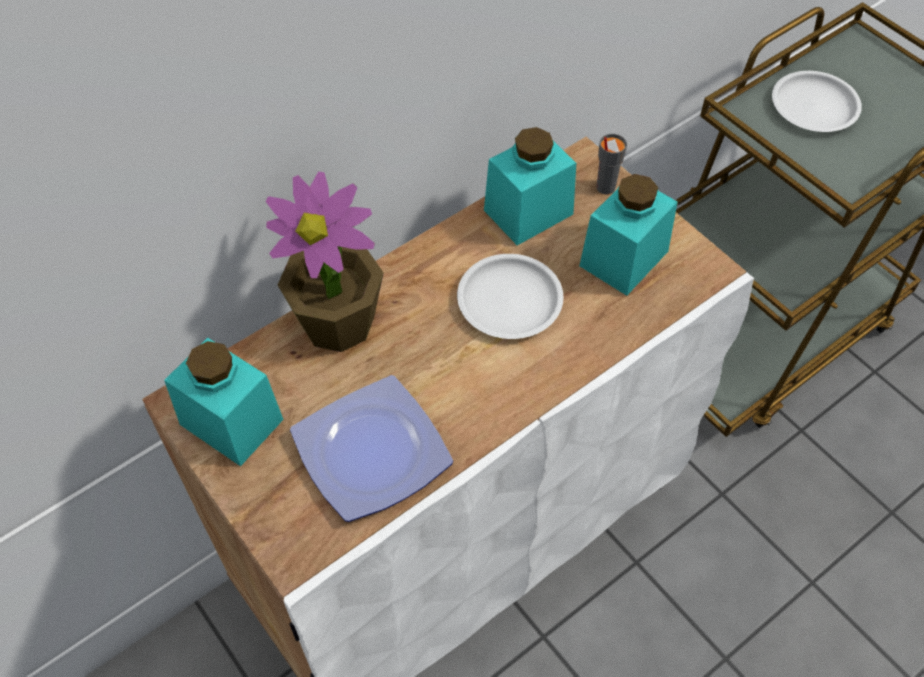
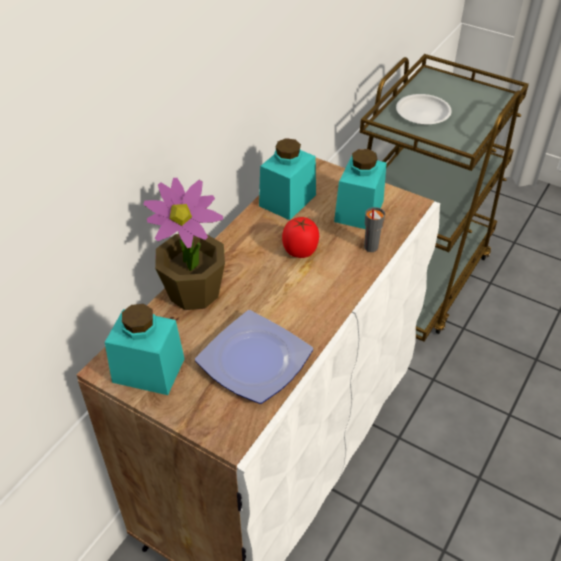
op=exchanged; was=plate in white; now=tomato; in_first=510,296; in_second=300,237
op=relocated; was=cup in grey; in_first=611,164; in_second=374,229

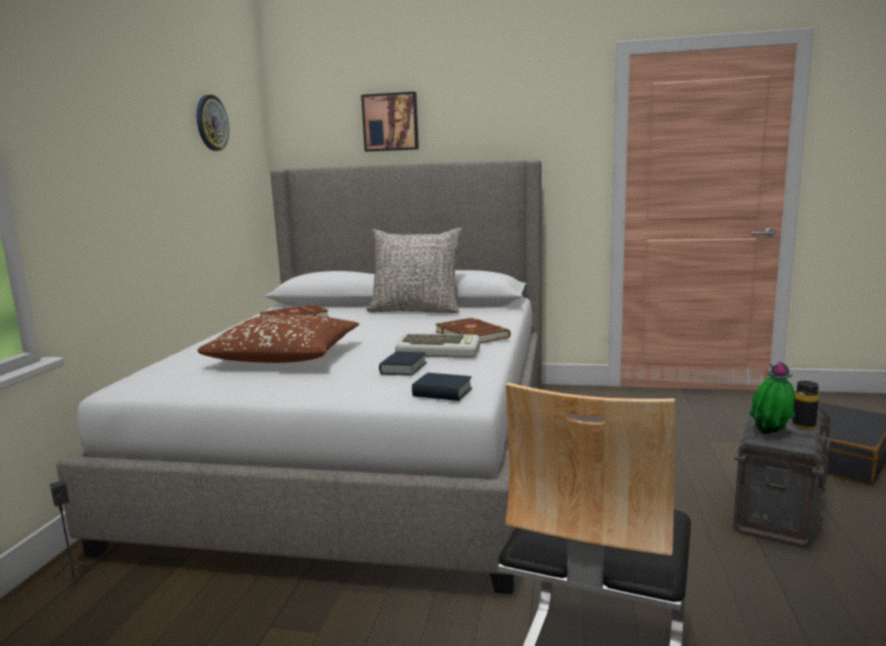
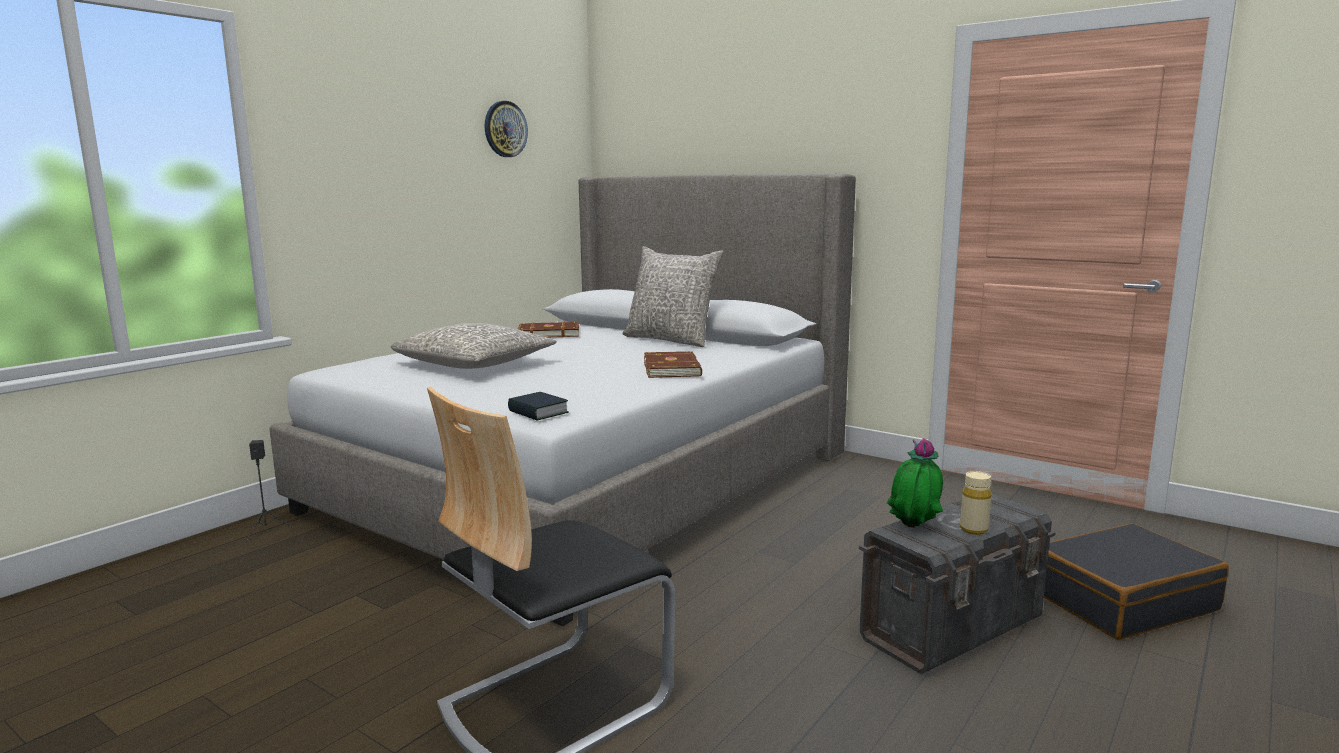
op=colour; was=pillow in brown; now=pillow in grey; in_first=278,338; in_second=474,346
op=colour; was=bottle in black; now=bottle in beige; in_first=805,405; in_second=975,503
op=missing; was=picture; in_first=390,122
op=missing; was=book; in_first=403,364
op=missing; was=keyboard; in_first=437,346

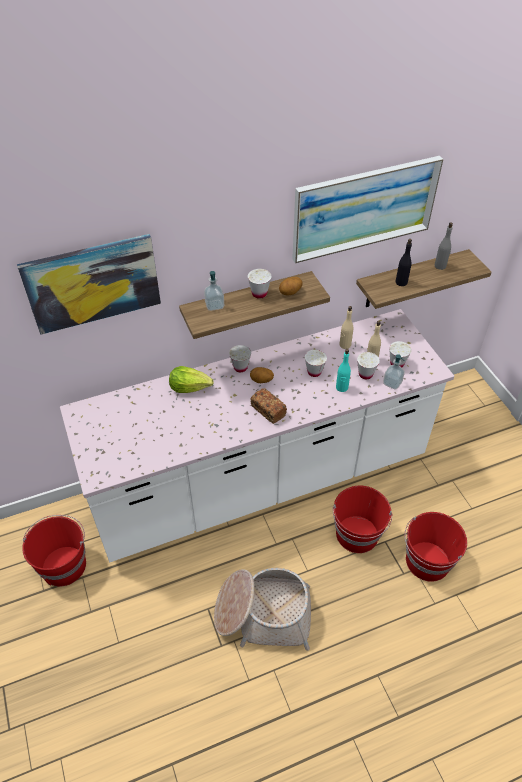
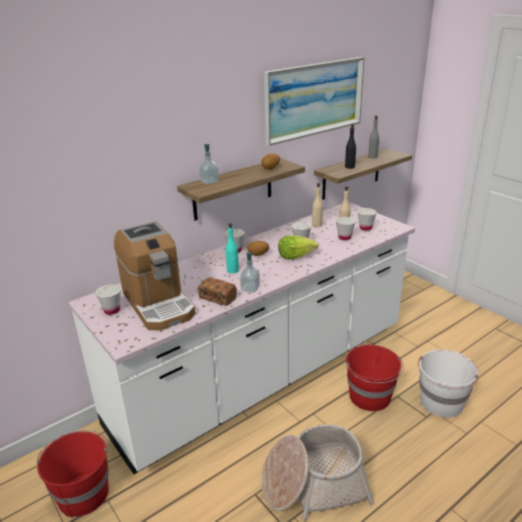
op=relocated; was=cup in white; in_first=259,284; in_second=108,299
op=appeared; now=coffee machine; in_second=154,276
op=relocated; was=bread; in_first=269,406; in_second=217,291
op=relocated; was=bottle in turquoise; in_first=343,370; in_second=232,248
op=relocated; was=soap dispenser; in_first=394,372; in_second=250,272
op=relocated; was=lettuce; in_first=191,379; in_second=298,247
op=colour; was=bucket in red; now=bucket in white; in_first=436,547; in_second=448,384
op=missing; was=picture; in_first=89,284

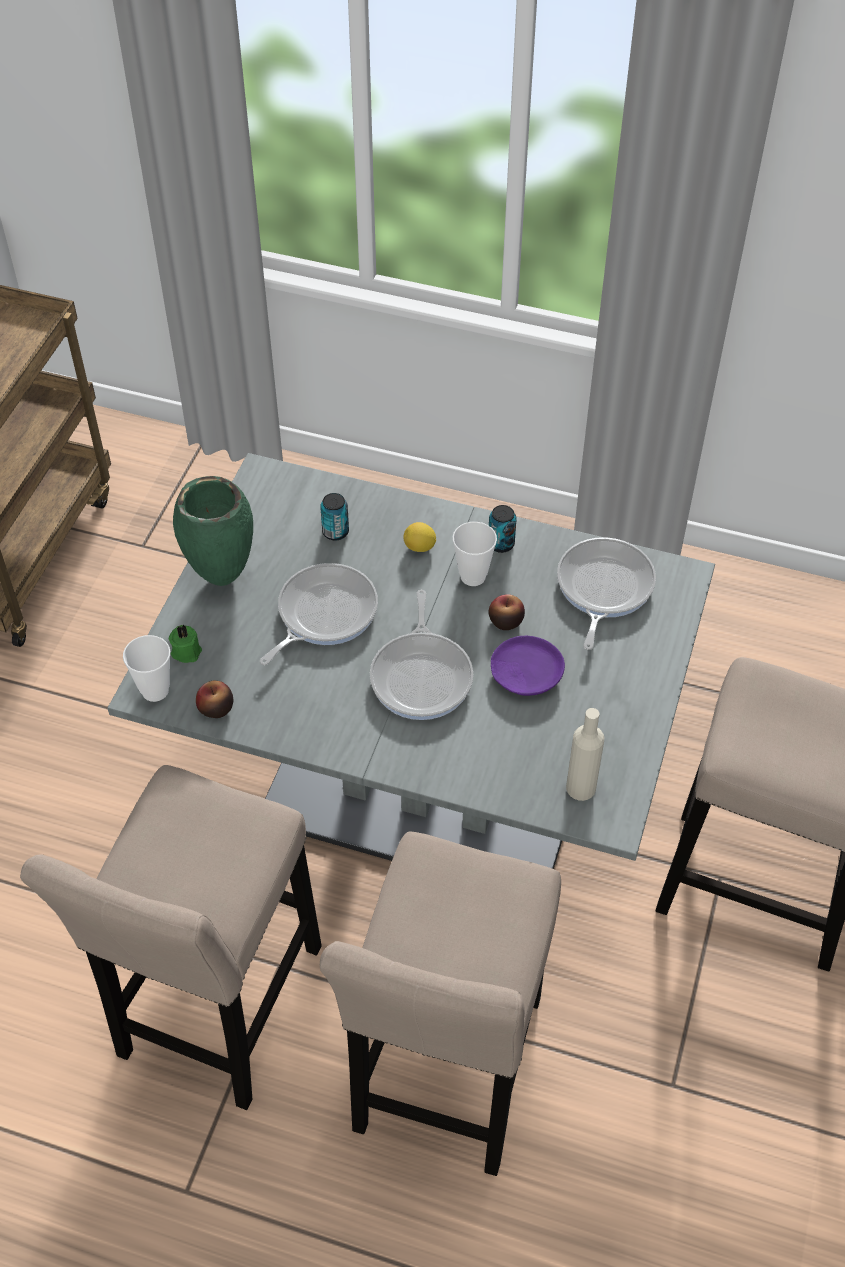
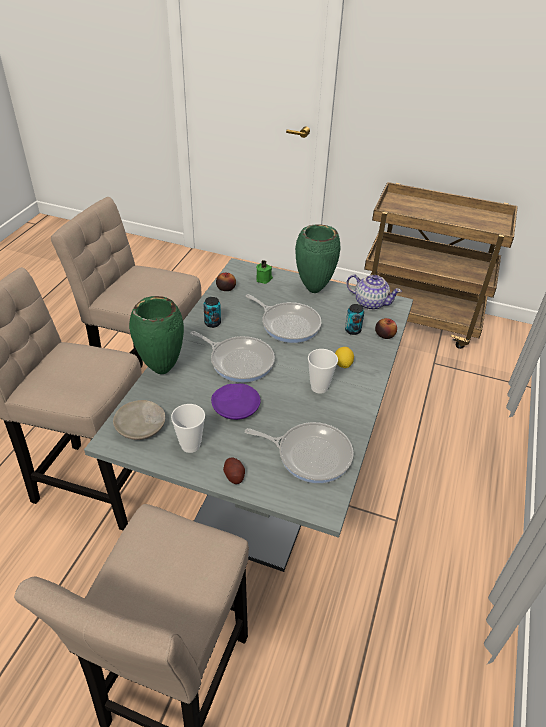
op=exchanged; was=bottle in beige; now=plate in beige; in_first=585,754; in_second=139,420
op=appeared; now=vase in green; in_second=156,335
op=relocated; was=cup; in_first=146,668; in_second=188,428
op=spun; was=frying pan; in_first=421,655; in_second=232,356; clockwise=-150
op=relocated; was=can; in_first=502,529; in_second=212,312
op=appeared; now=potato; in_second=234,471
op=appeared; now=teapot; in_second=374,292
op=relocated; was=apple; in_first=506,612; in_second=386,328

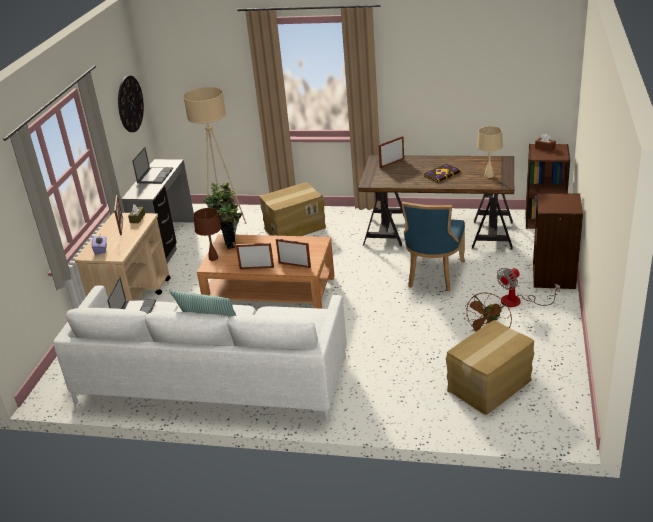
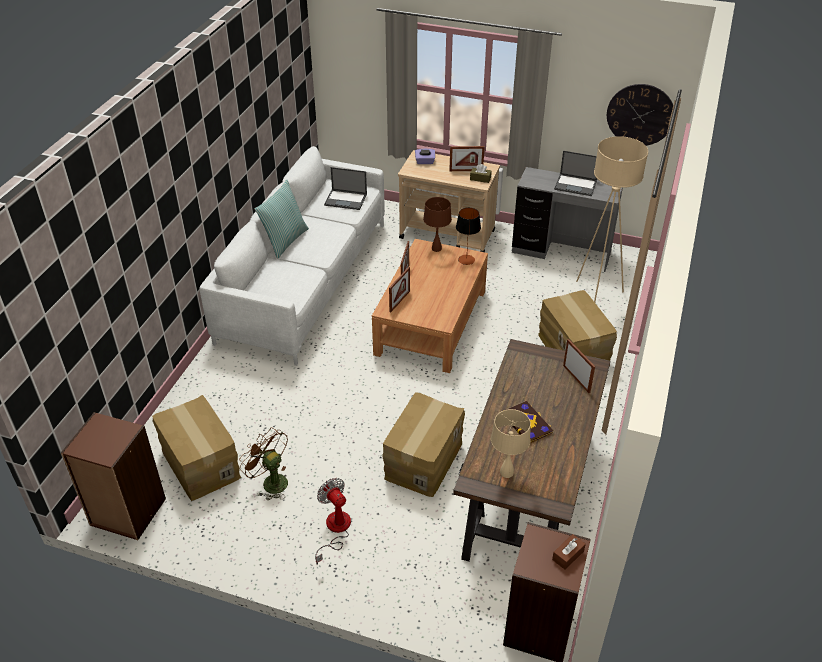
op=relocated; was=bookcase in brown; in_first=558,241; in_second=113,476
op=exchanged; was=chair in blue; now=cardboard box; in_first=433,246; in_second=423,444
op=exchanged; was=potted plant; now=table lamp; in_first=223,215; in_second=468,236

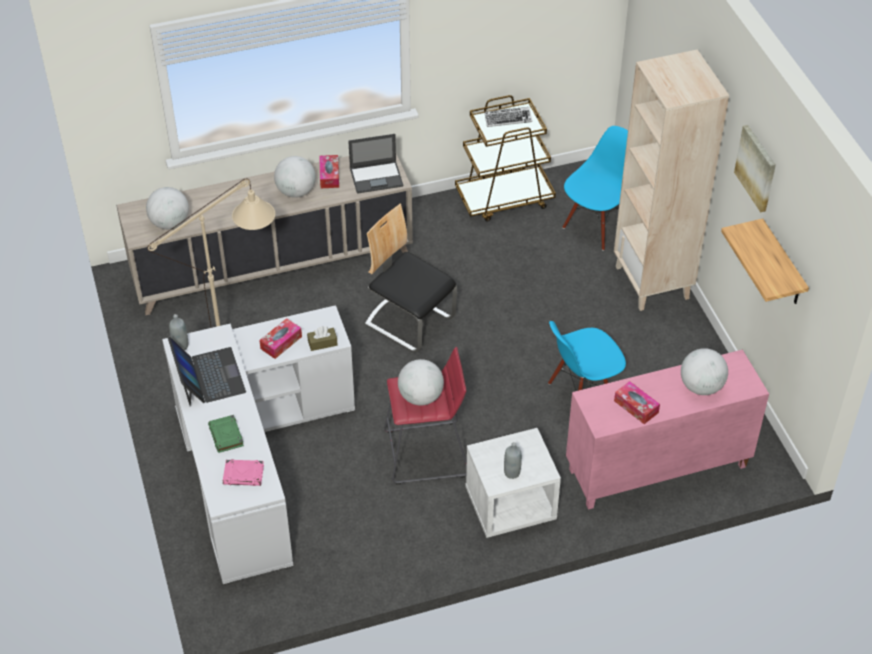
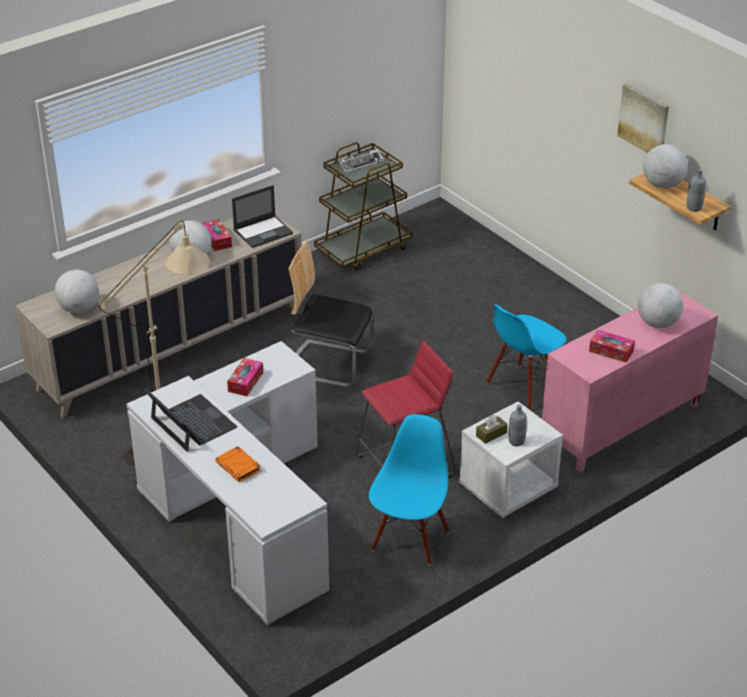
op=colour; was=book in green; now=book in orange; in_first=226,434; in_second=238,464
op=relocated; was=chair in blue; in_first=595,188; in_second=409,489
op=relocated; was=tissue box in brown; in_first=322,338; in_second=492,429
op=relocated; was=globe; in_first=421,382; in_second=665,166
op=relocated; was=bottle in grey; in_first=178,332; in_second=696,190
op=missing; was=book in pink; in_first=243,472
op=missing; was=bookcase in beige; in_first=671,180

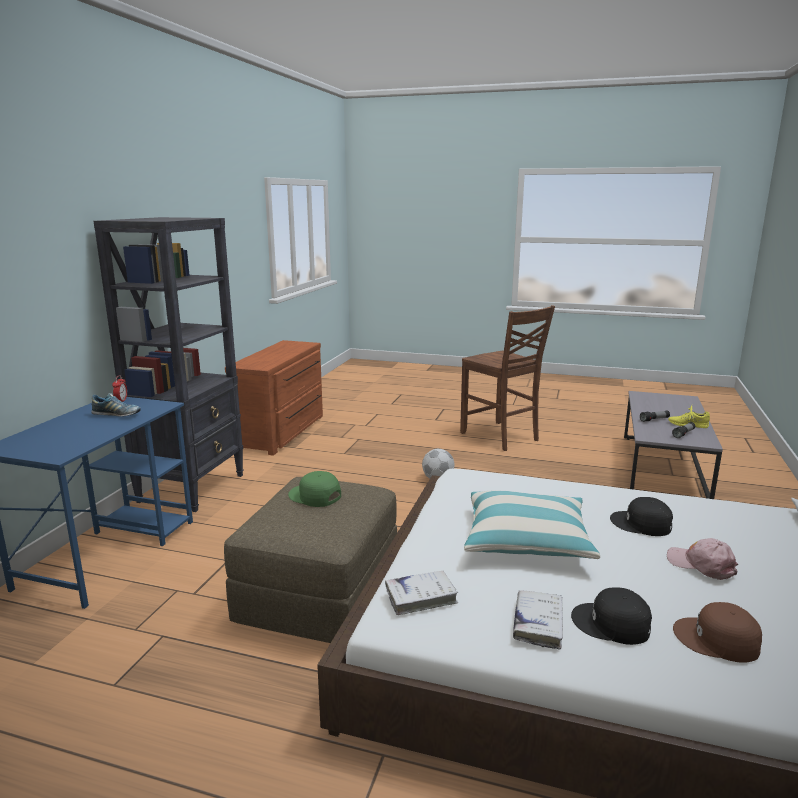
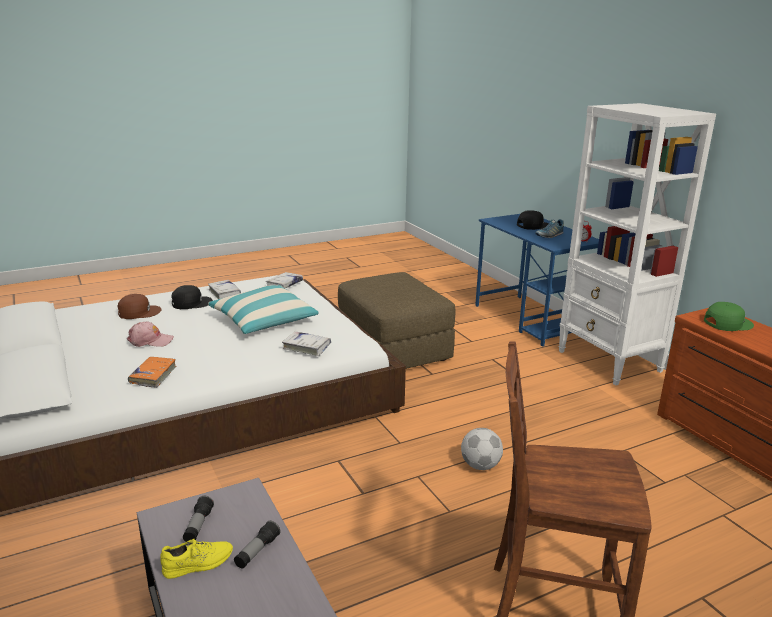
op=appeared; now=book in orange; in_second=152,372
op=appeared; now=book in white; in_second=306,343
op=relocated; was=cap in black; in_first=641,516; in_second=533,220
op=colour; was=bookcase in black; now=bookcase in white; in_first=169,364; in_second=637,244
op=relocated; was=cap in green; in_first=314,489; in_second=729,316

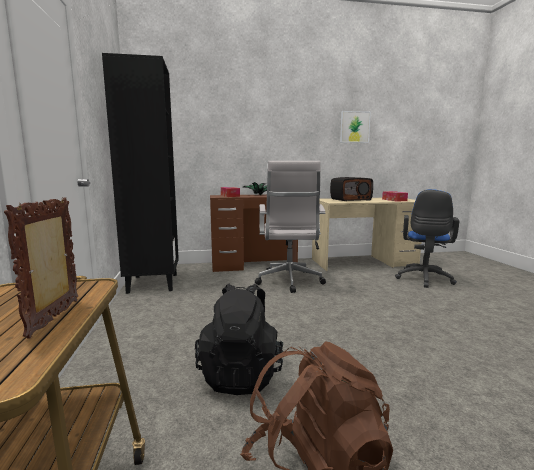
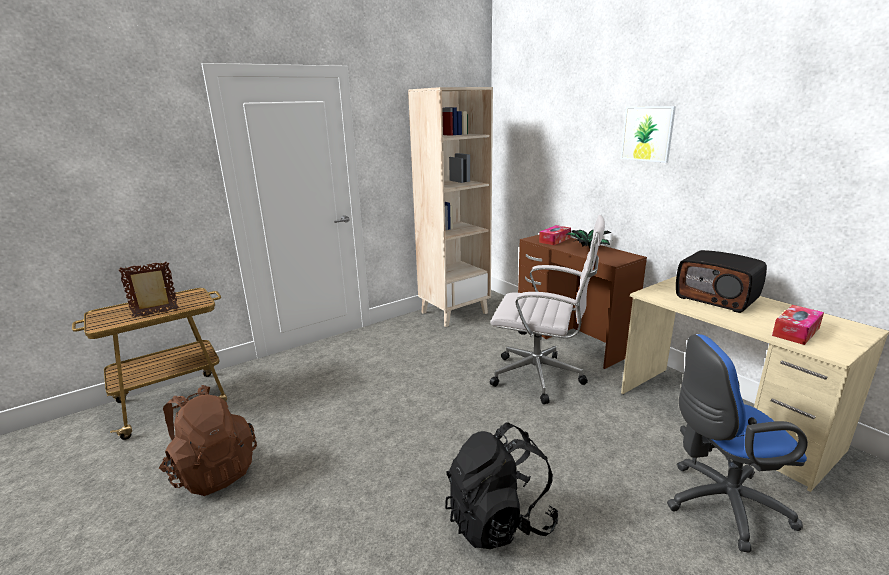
op=colour; was=bookcase in black; now=bookcase in beige; in_first=140,173; in_second=450,207
op=relocated; was=backpack in black; in_first=239,339; in_second=501,486
op=spun; was=office chair in white; in_first=290,227; in_second=547,309; clockwise=-135
op=relocated; was=picture; in_first=355,127; in_second=648,134

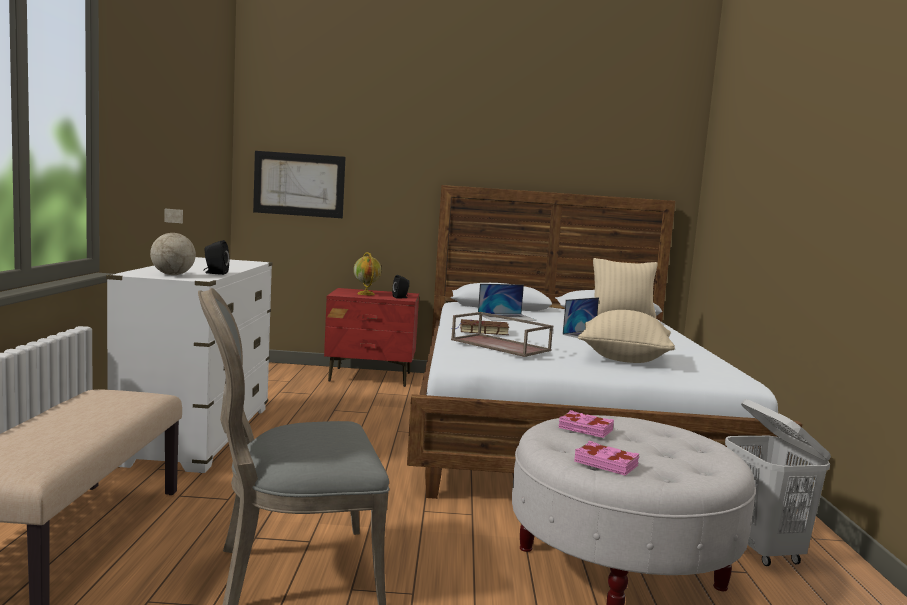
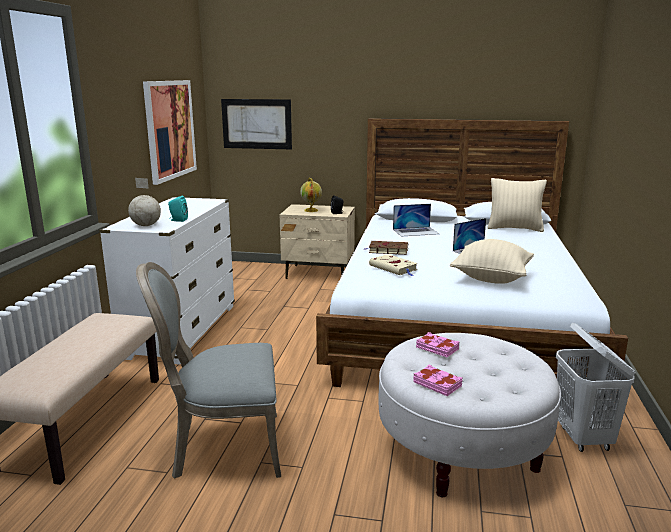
op=appeared; now=picture; in_second=170,132
op=colour; was=speaker in black; now=speaker in turquoise; in_first=216,257; in_second=178,209
op=colour; was=nightstand in red; now=nightstand in beige; in_first=371,337; in_second=317,241
op=exchanged; was=tray in brown; now=book in beige; in_first=502,334; in_second=393,265

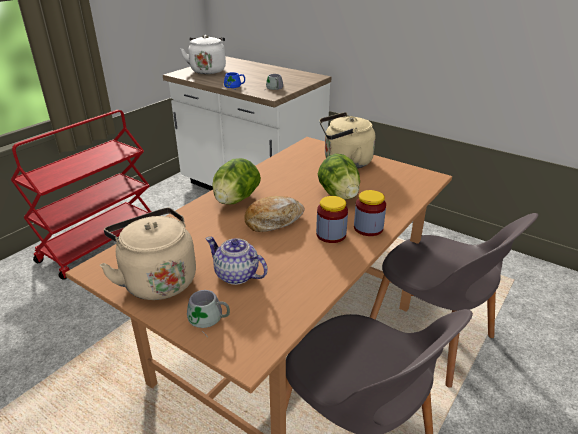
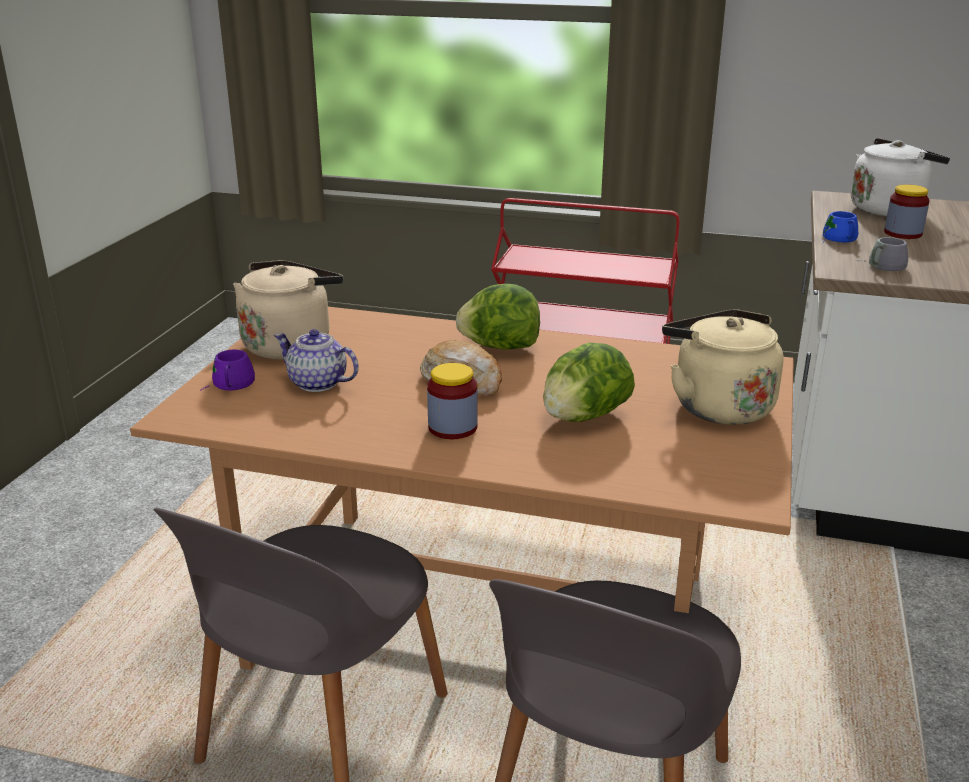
op=colour; was=mug in grey; now=mug in purple; in_first=208,313; in_second=227,370
op=spun; was=teapot; in_first=236,261; in_second=316,360; clockwise=-75
op=relocated; was=jar; in_first=370,213; in_second=907,211

